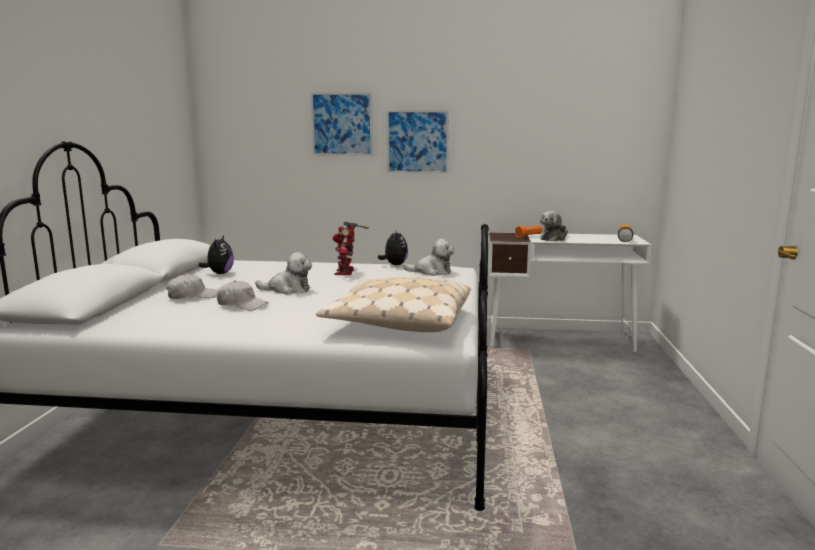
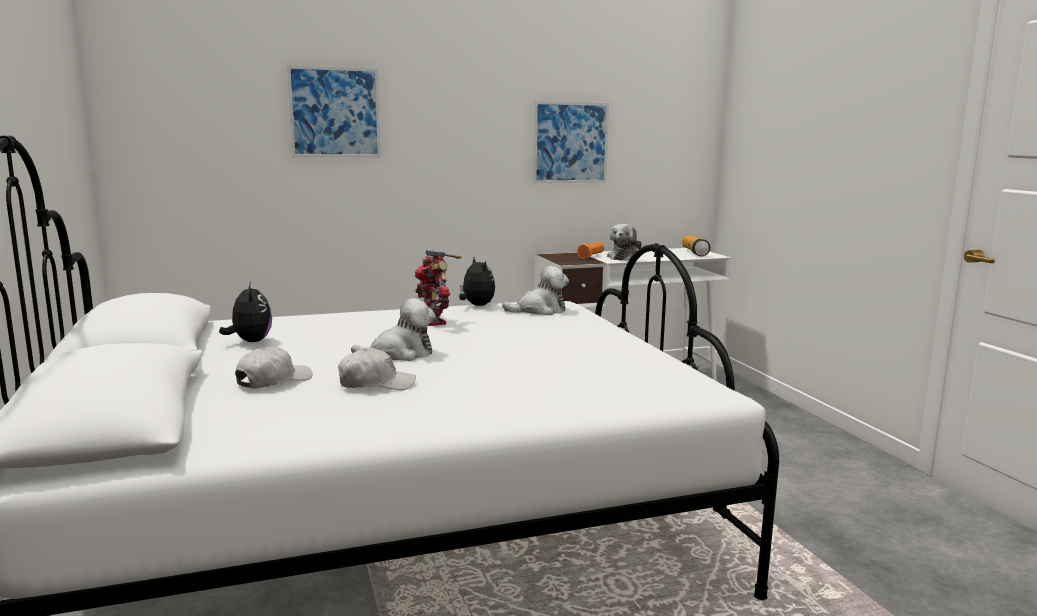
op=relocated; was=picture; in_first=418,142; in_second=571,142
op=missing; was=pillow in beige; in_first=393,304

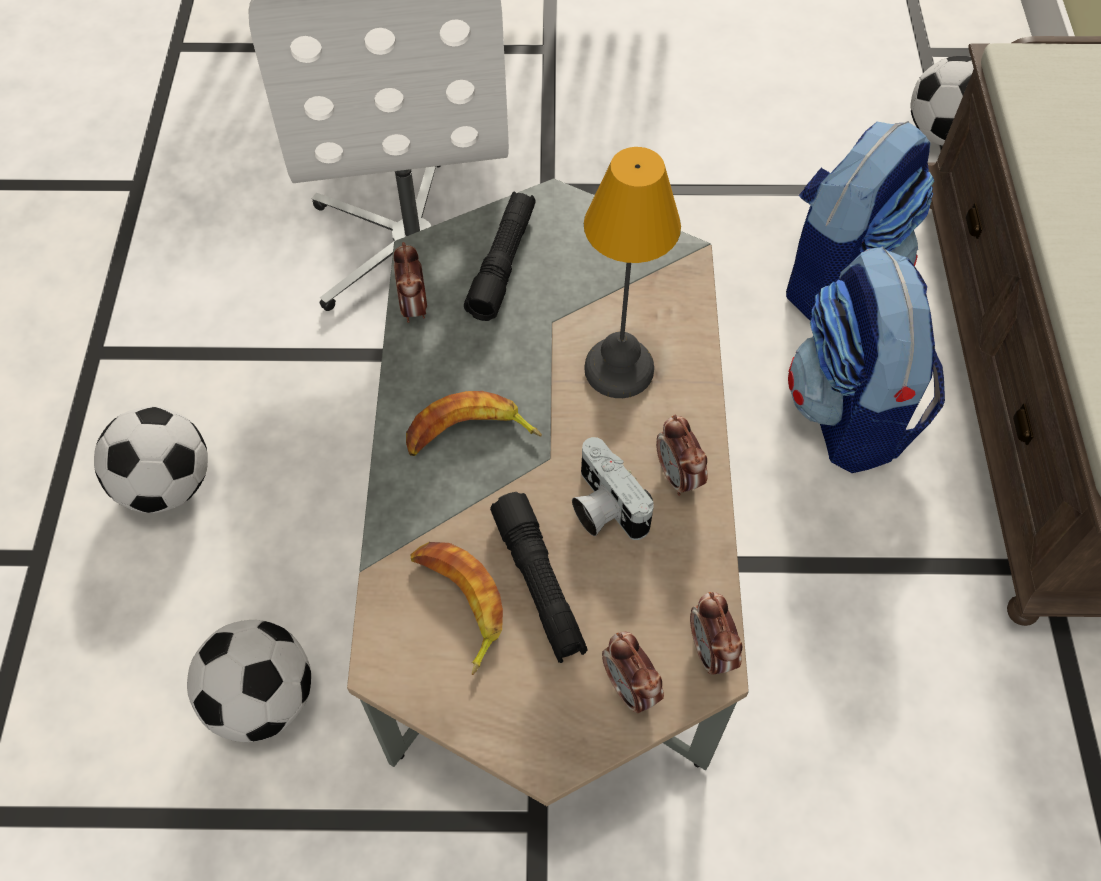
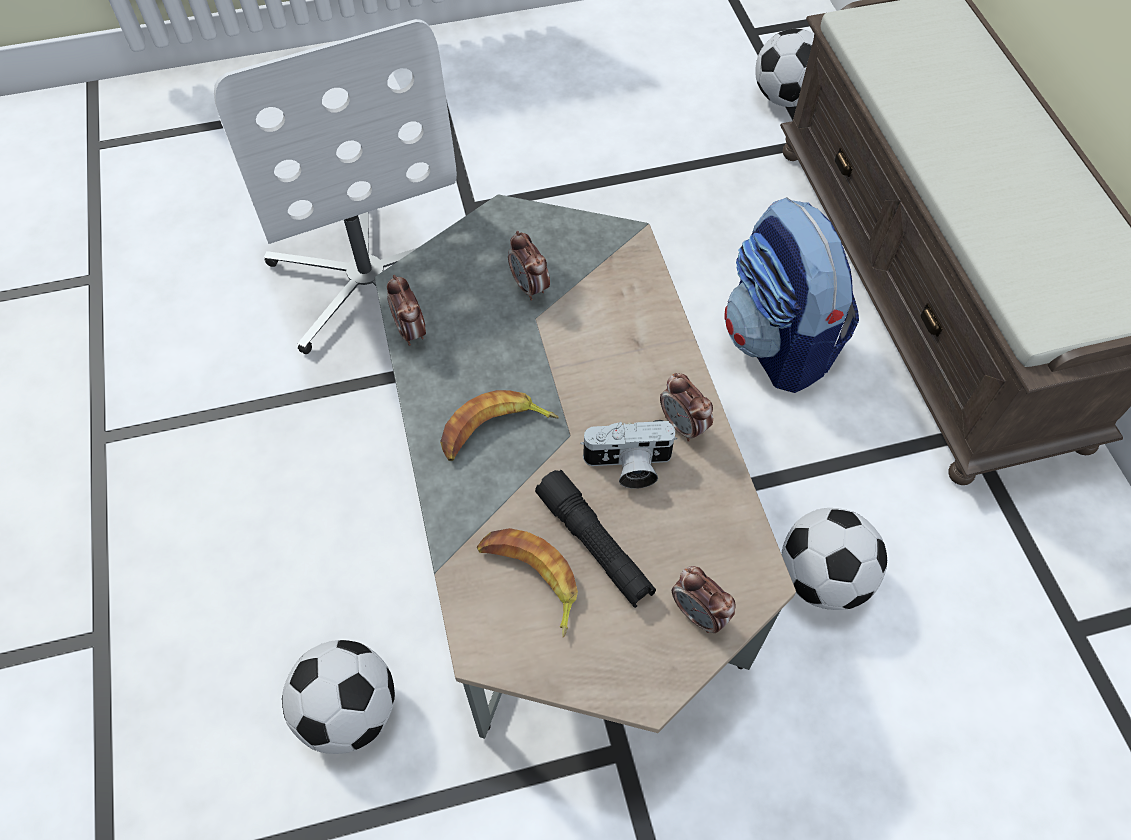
op=relocated; was=alarm clock; in_first=716,633; in_second=529,266
op=spun; was=photo camera; in_first=613,488; in_second=629,454; clockwise=-45
op=relocated; was=football; in_first=151,459; in_second=834,559
op=missing; was=flashlight in black; in_first=500,256
op=missing; was=table lamp; in_first=632,272
op=missing; was=backpack; in_first=860,221

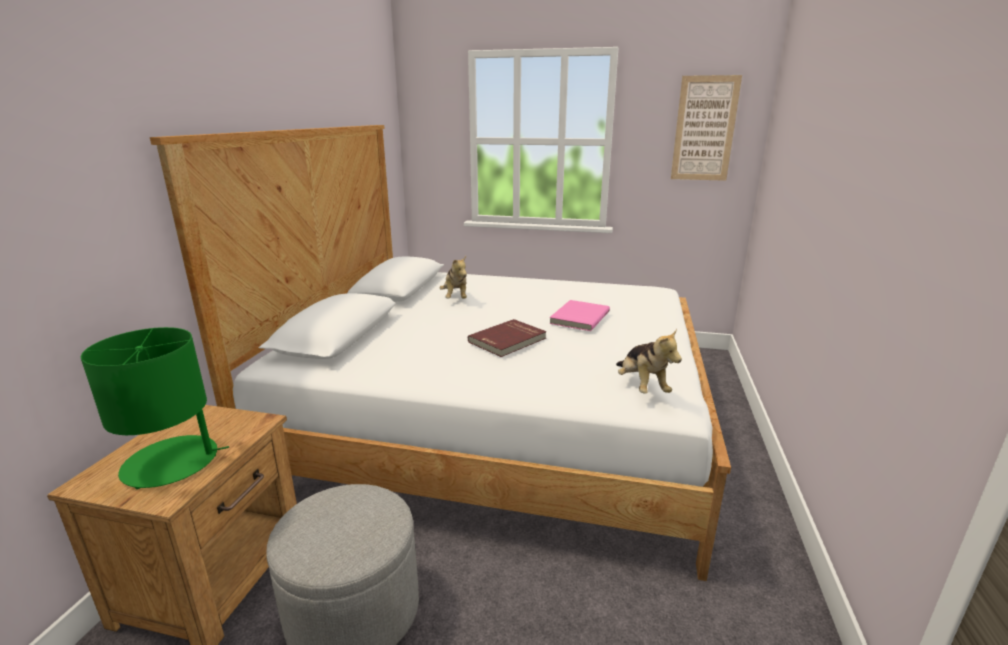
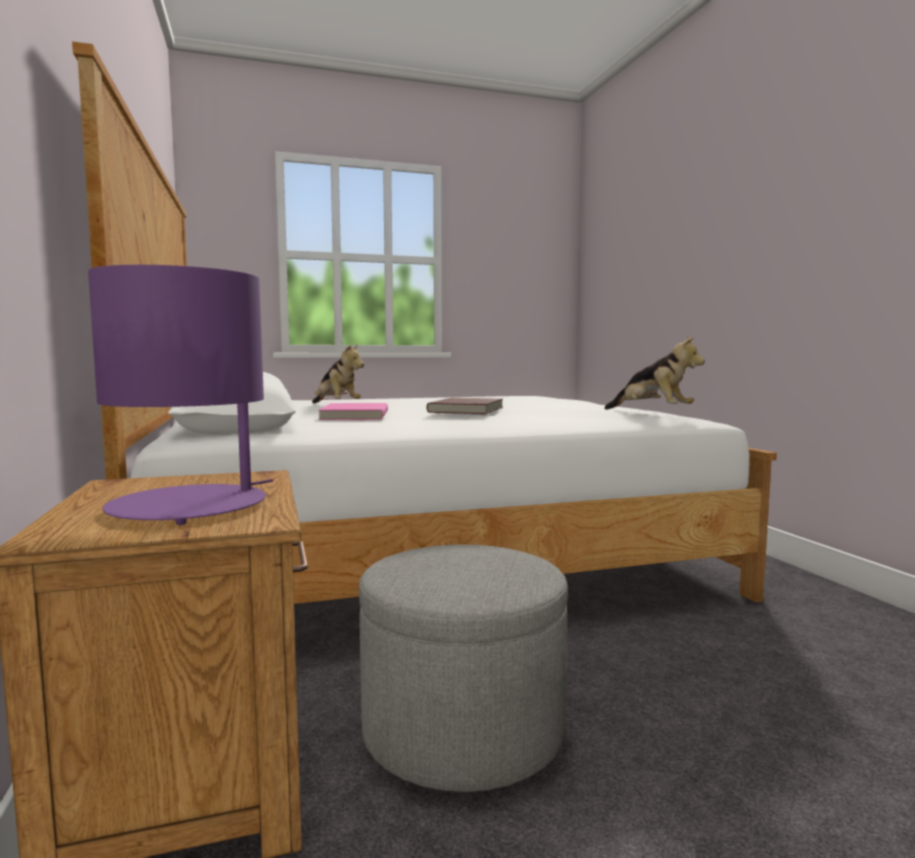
op=colour; was=table lamp in green; now=table lamp in purple; in_first=155,408; in_second=180,395
op=relocated; was=book in pink; in_first=579,315; in_second=353,411
op=missing; was=picture; in_first=706,128

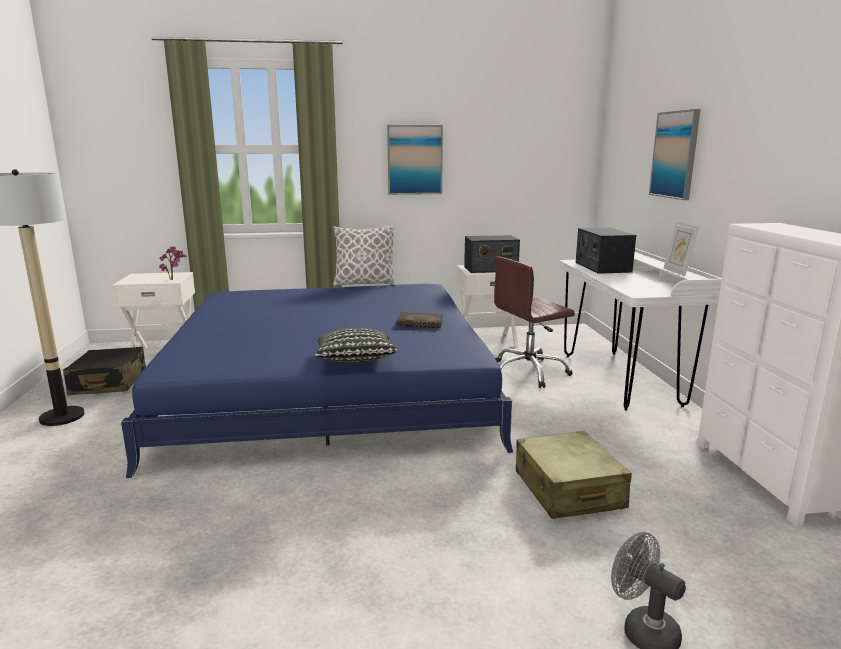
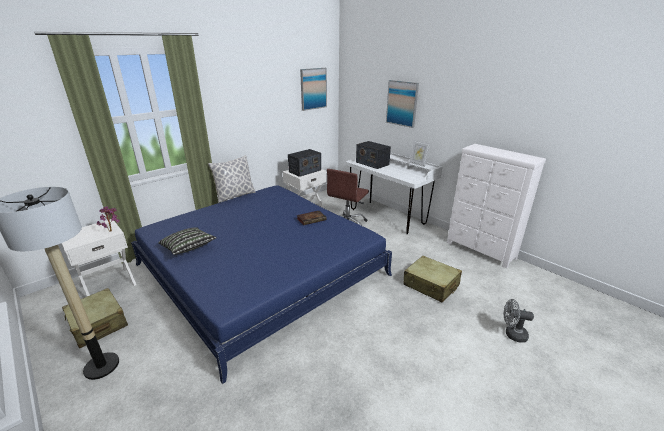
op=colour; was=suitcase in black; now=suitcase in beige; in_first=104,371; in_second=95,318
op=relocated; was=pillow; in_first=357,345; in_second=187,241
op=relocated; was=picture; in_first=415,160; in_second=313,89

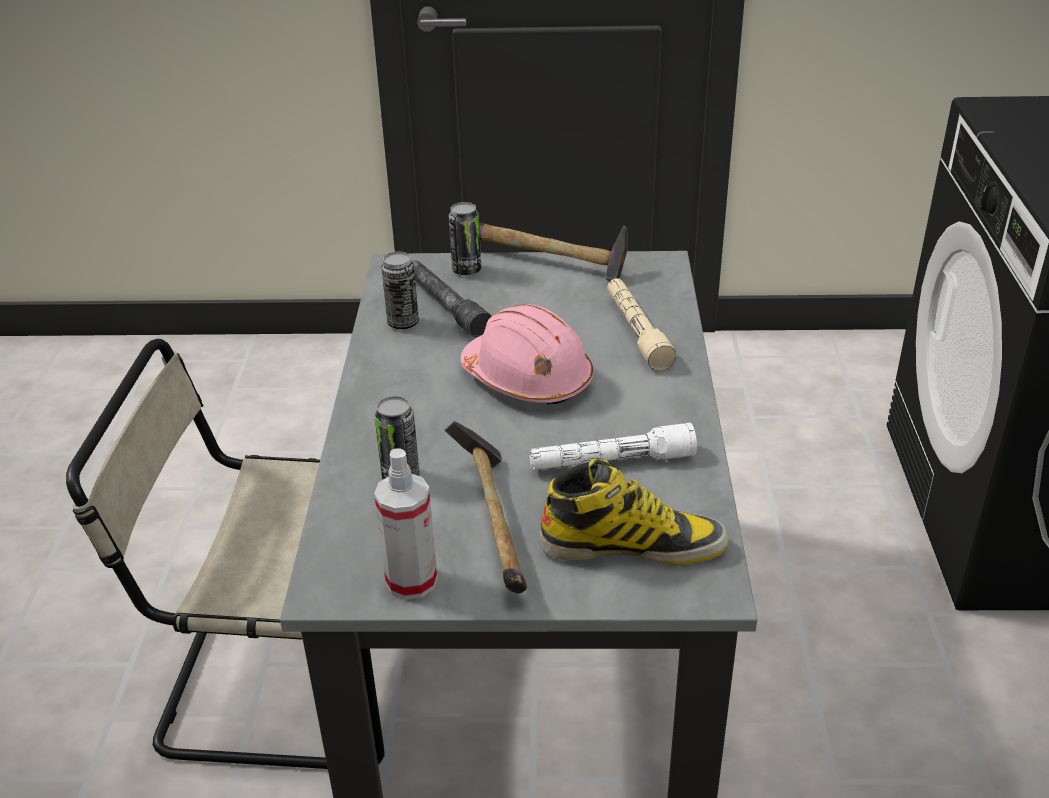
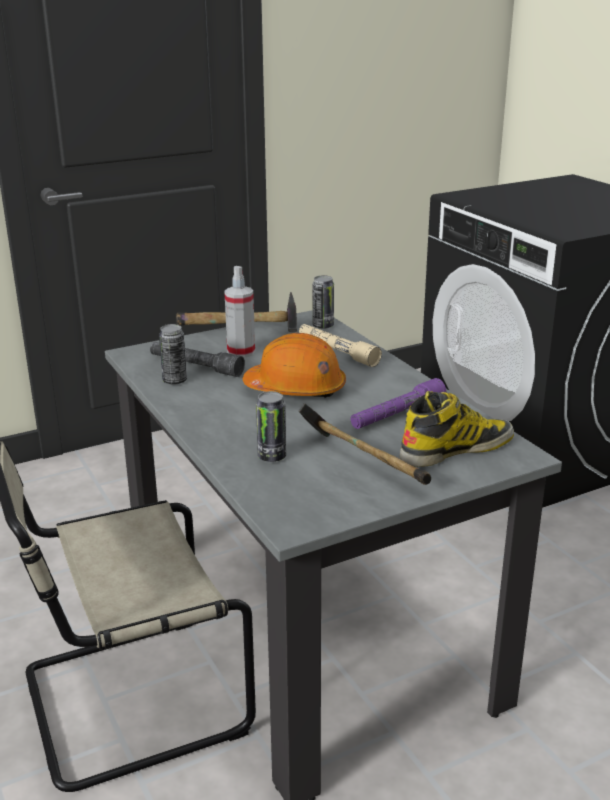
op=relocated; was=spray bottle; in_first=405,524; in_second=239,312
op=colour; was=hard hat in pink; now=hard hat in orange; in_first=527,354; in_second=294,365
op=relocated; was=can; in_first=465,238; in_second=323,302
op=colour; was=flashlight in white; now=flashlight in purple; in_first=613,446; in_second=398,403

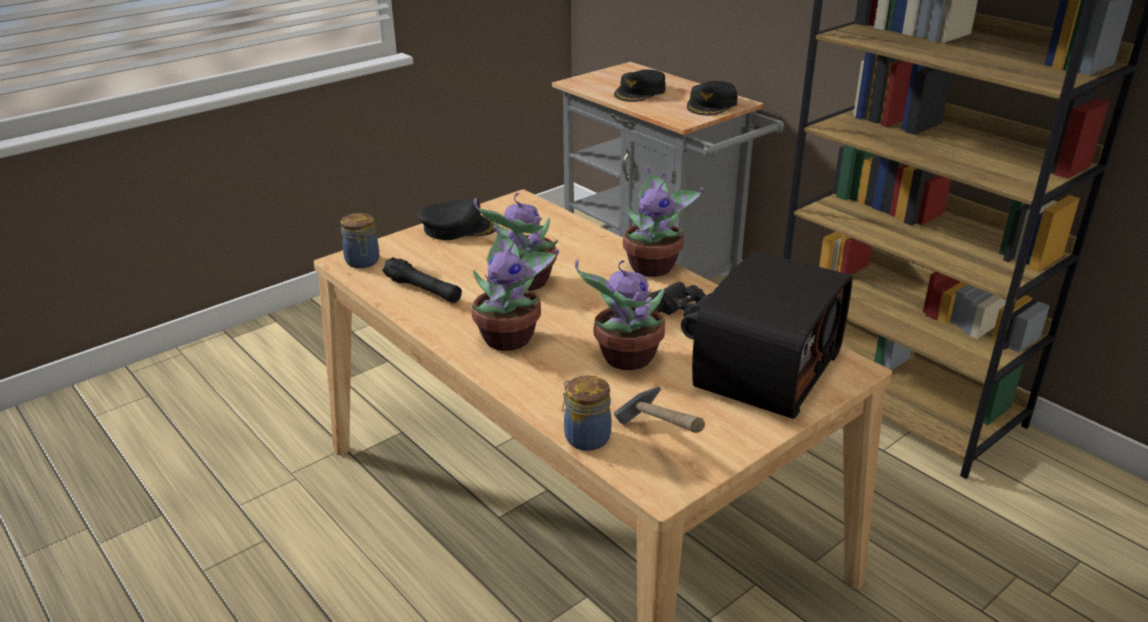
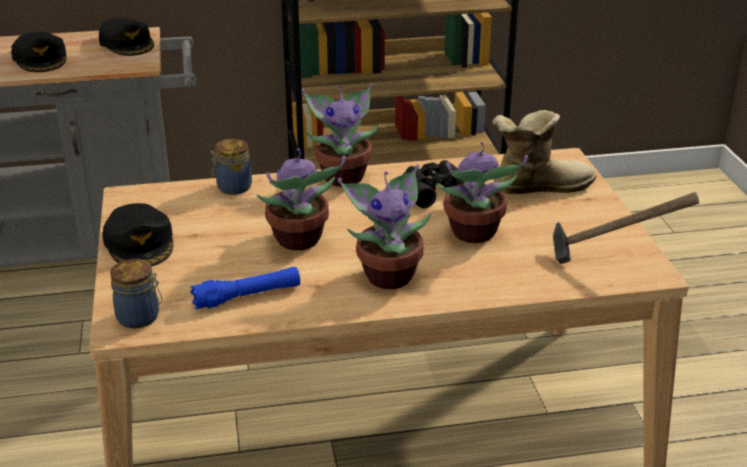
op=spun; was=cap in black; in_first=456,219; in_second=137,235; clockwise=135
op=colour; was=flashlight in black; now=flashlight in blue; in_first=422,280; in_second=245,288
op=relocated; was=jar; in_first=586,413; in_second=231,167
op=exchanged; was=radio; now=boot; in_first=772,335; in_second=544,152

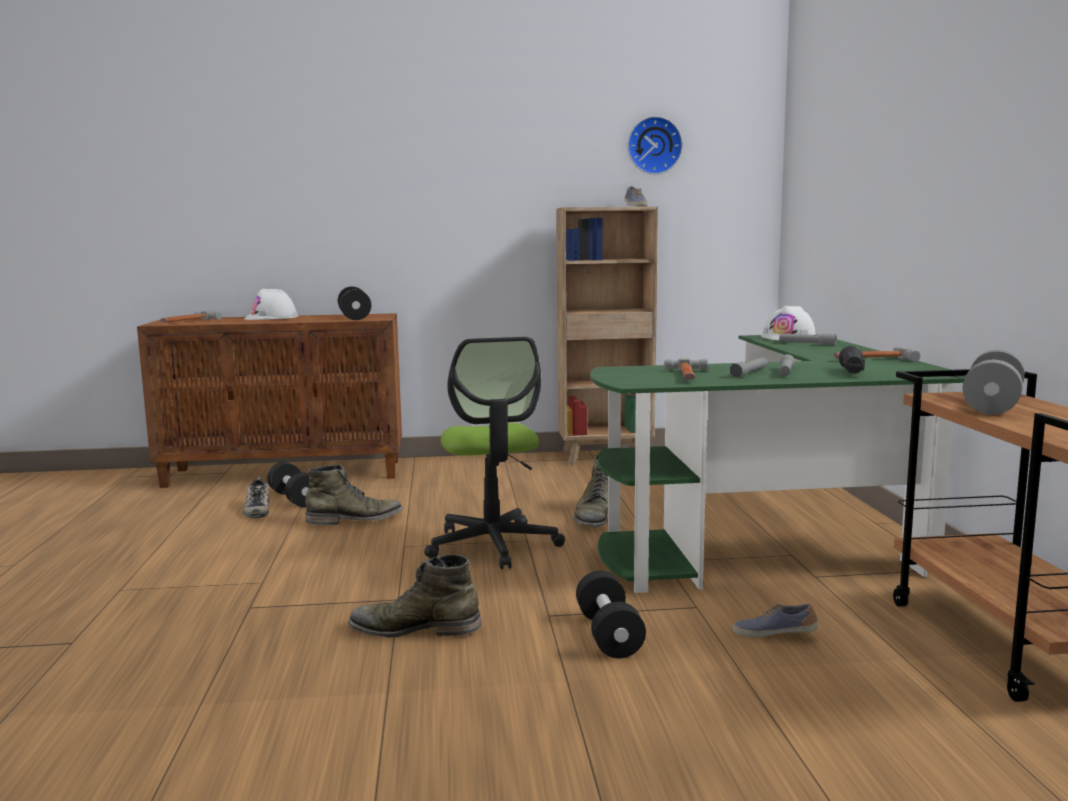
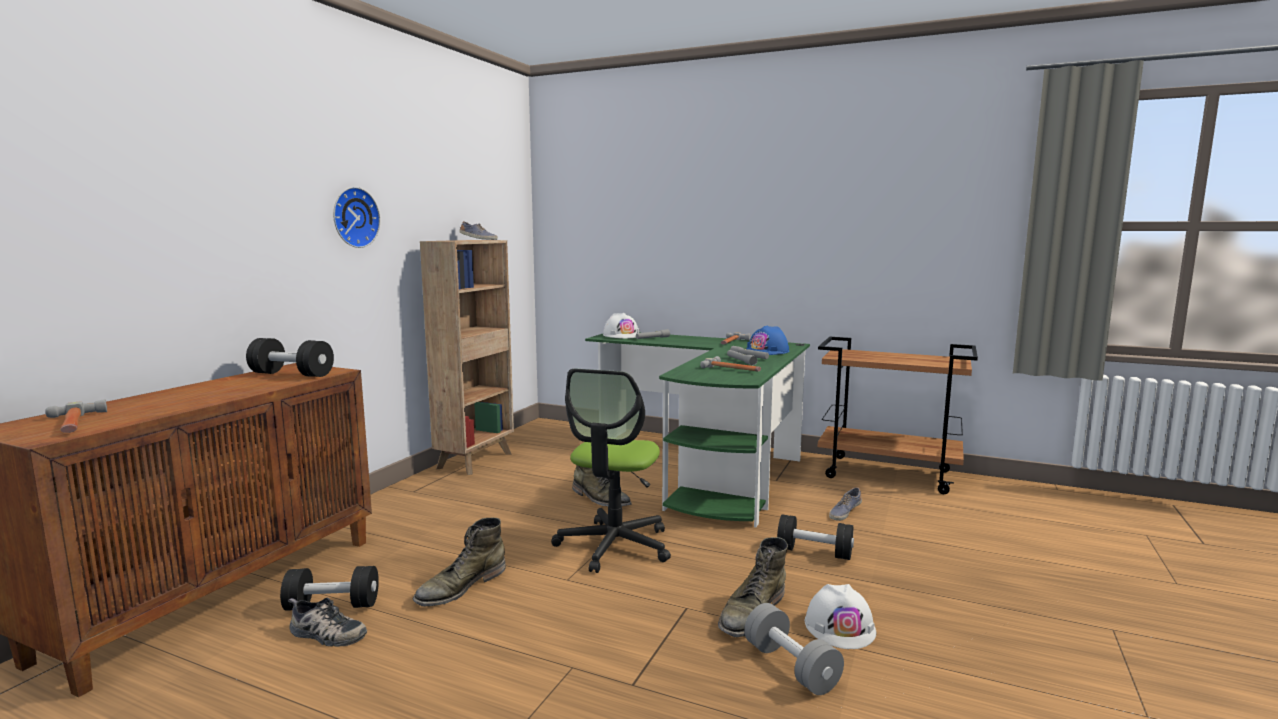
op=relocated; was=wall clock; in_first=655,145; in_second=356,217
op=spun; was=boot in green; in_first=354,494; in_second=459,562; clockwise=-150
op=spun; was=office chair; in_first=494,452; in_second=611,470; clockwise=90
op=relocated; was=dumbbell in grey; in_first=994,382; in_second=794,649
op=exchanged; was=flashlight in black; now=hard hat in blue; in_first=852,360; in_second=767,340
op=relocated; was=hard hat in white; in_first=271,304; in_second=840,616

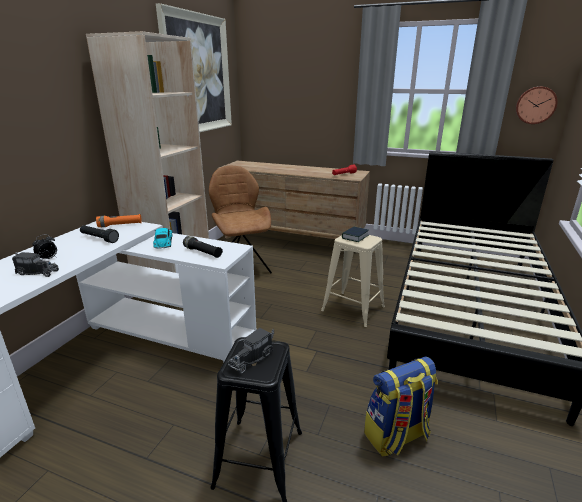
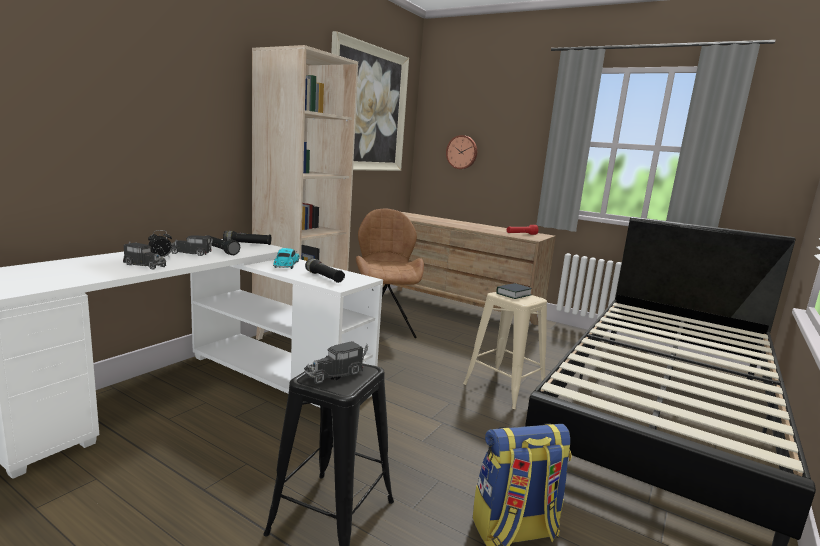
op=appeared; now=toy truck; in_second=192,245
op=colour; was=flashlight in orange; now=flashlight in black; in_first=119,220; in_second=247,238
op=relocated; was=wall clock; in_first=536,105; in_second=461,152

